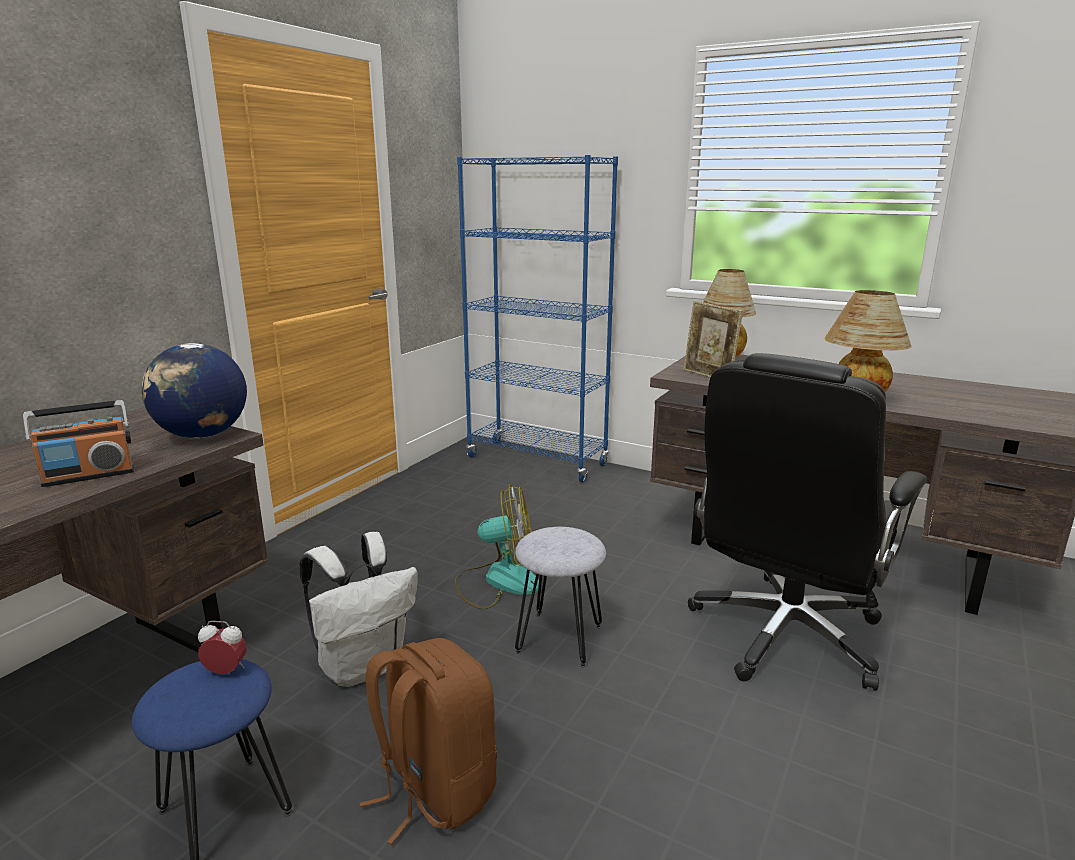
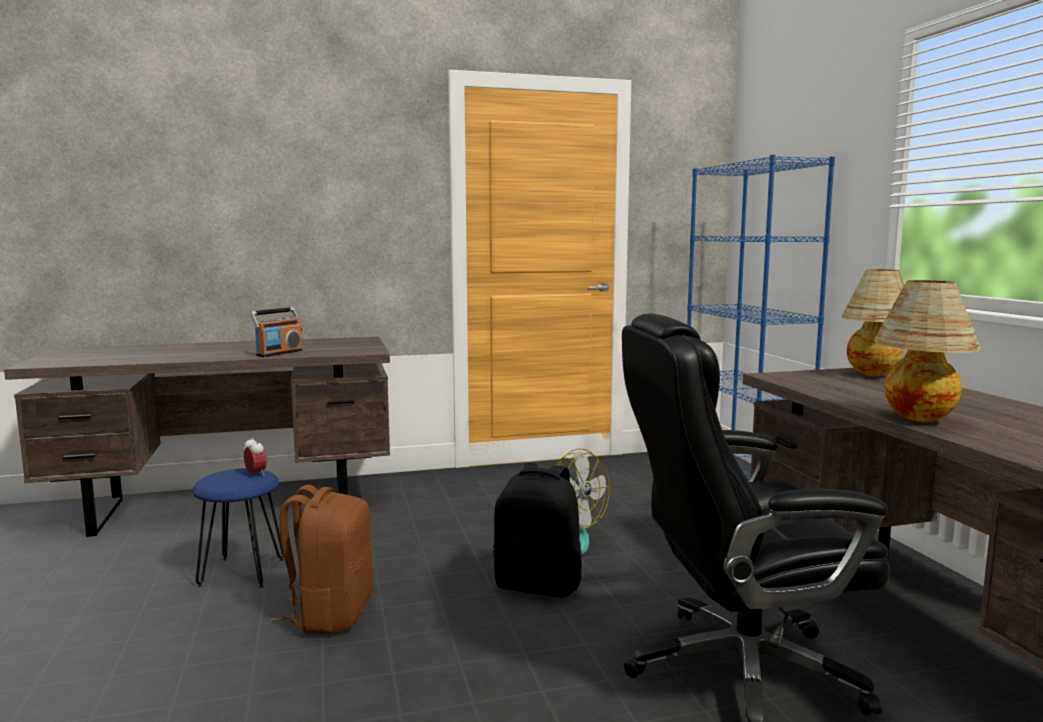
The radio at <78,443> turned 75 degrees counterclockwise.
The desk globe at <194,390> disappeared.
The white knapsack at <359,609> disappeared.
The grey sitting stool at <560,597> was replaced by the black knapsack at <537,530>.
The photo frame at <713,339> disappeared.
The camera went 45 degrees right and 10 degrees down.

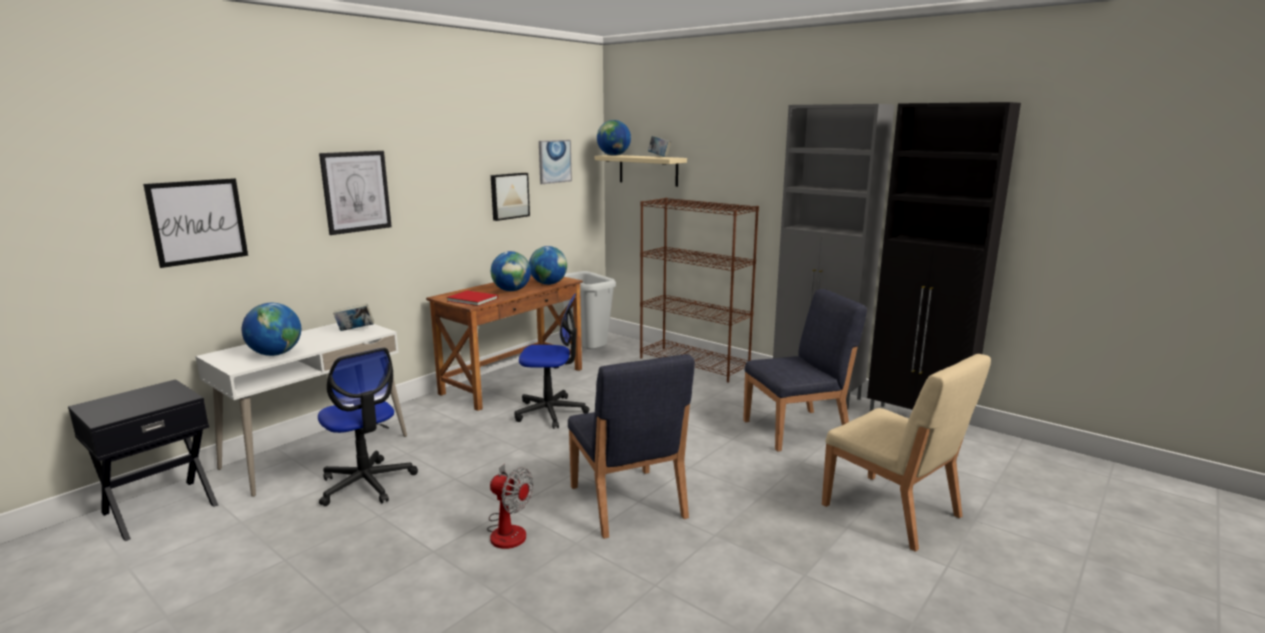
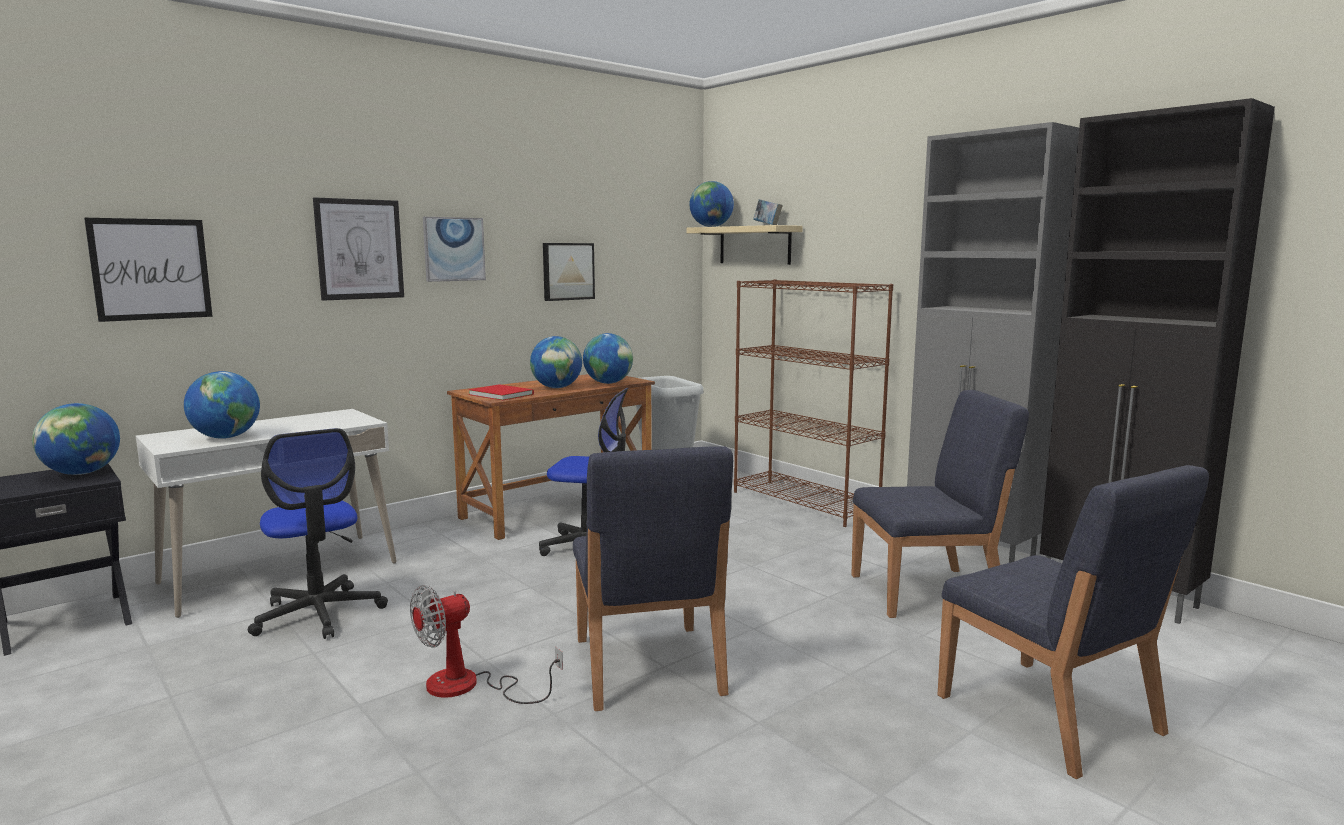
The volume at <353,317> disappeared.
The cooling fan at <510,506> turned 105 degrees clockwise.
The picture moved from <555,162> to <454,249>.
The beige chair at <906,453> became the bluish chair at <1073,622>.
The desk globe at <76,439> appeared.
The camera went 10 degrees right and 5 degrees down.

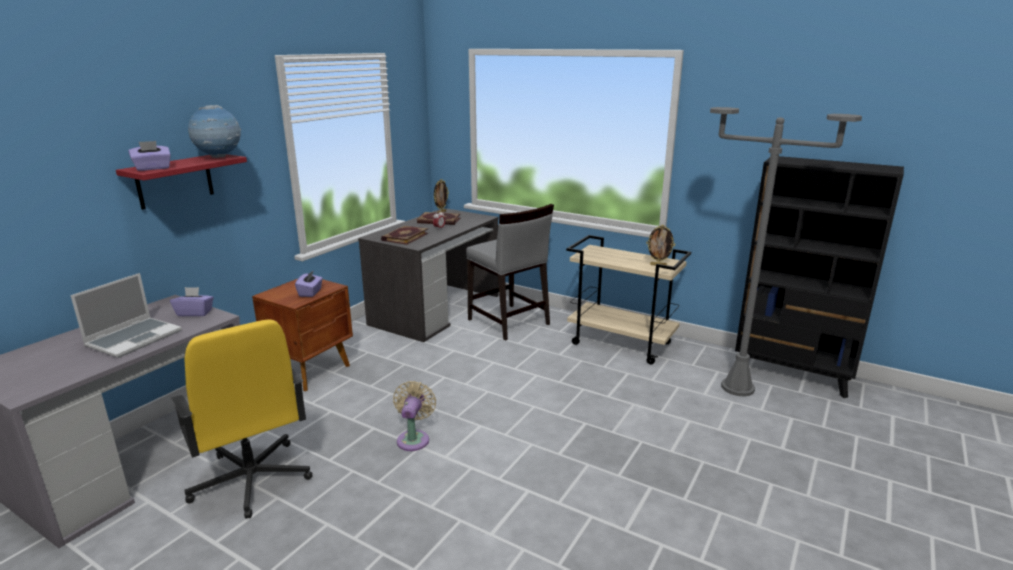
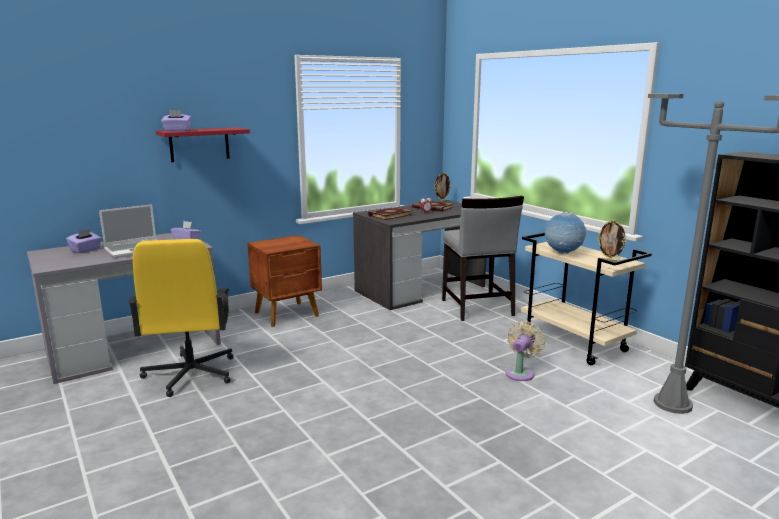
The desk globe moved from <214,131> to <565,233>.
The purple tissue holder moved from <309,283> to <84,241>.
The beige cooling fan moved from <414,416> to <525,351>.
The camera went 25 degrees right and 5 degrees down.

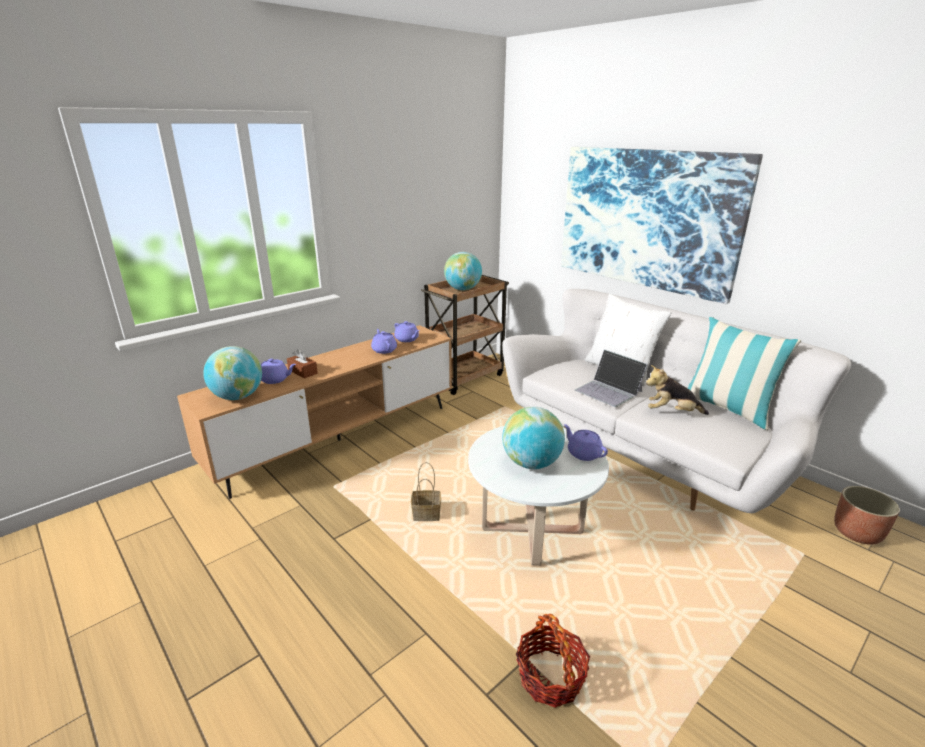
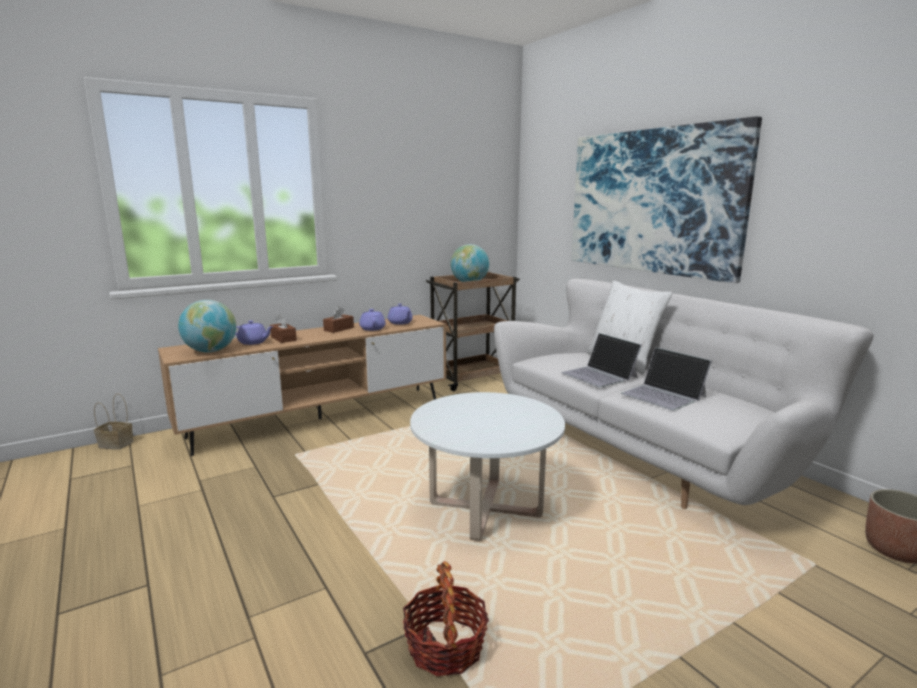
The storage basket moved from <426,491> to <113,421>.
The desk globe at <533,438> disappeared.
The purple teapot at <586,442> disappeared.
The cuddly toy at <677,390> was replaced by the portable computer at <666,379>.
The cushion at <744,373> disappeared.
The brownish tissue holder at <338,319> appeared.
The camera went 10 degrees right and 10 degrees down.

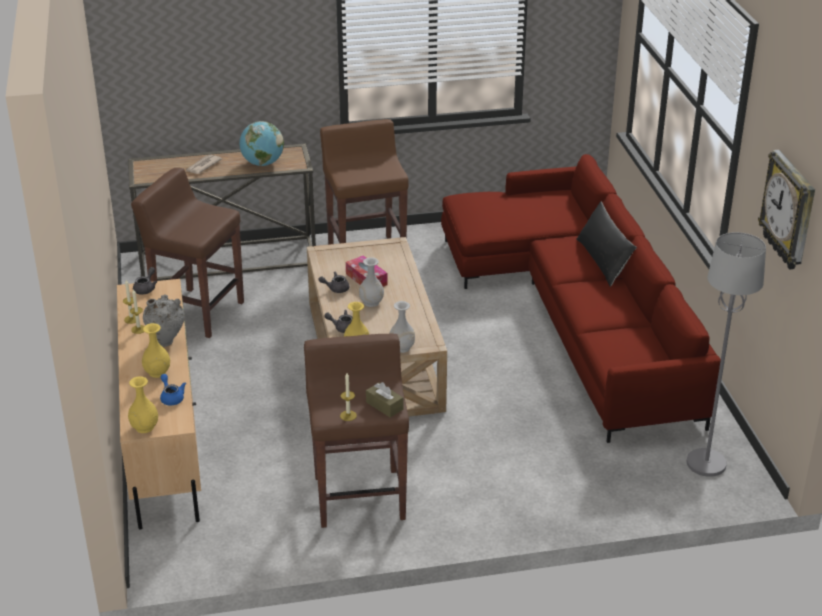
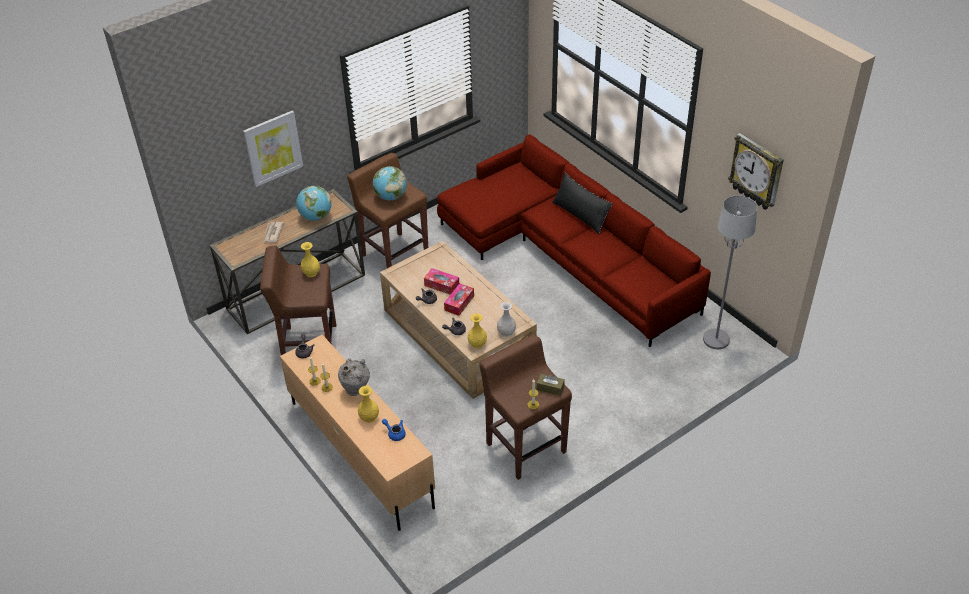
The yellow-coloured decorative vase moved from <143,404> to <310,259>.
The white decorative vase at <371,282> was replaced by the tissue holder at <459,299>.
The picture at <273,148> appeared.
The desk globe at <390,183> appeared.
The camera went 25 degrees left and 10 degrees up.

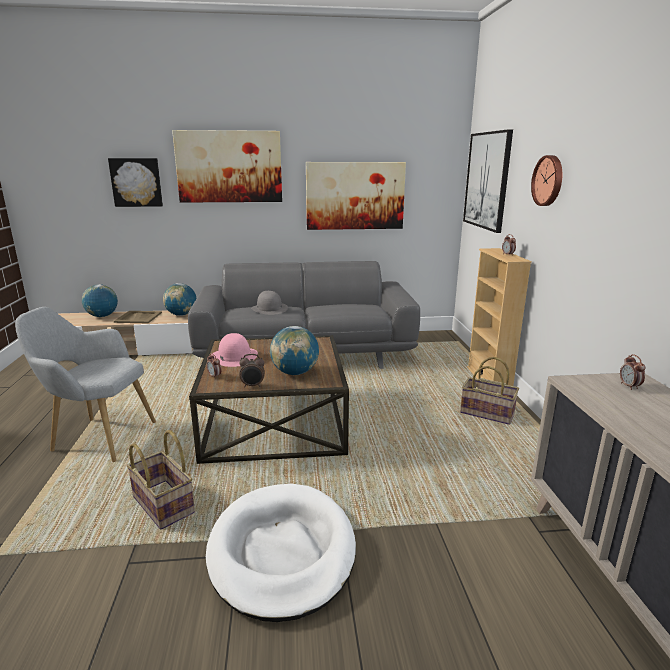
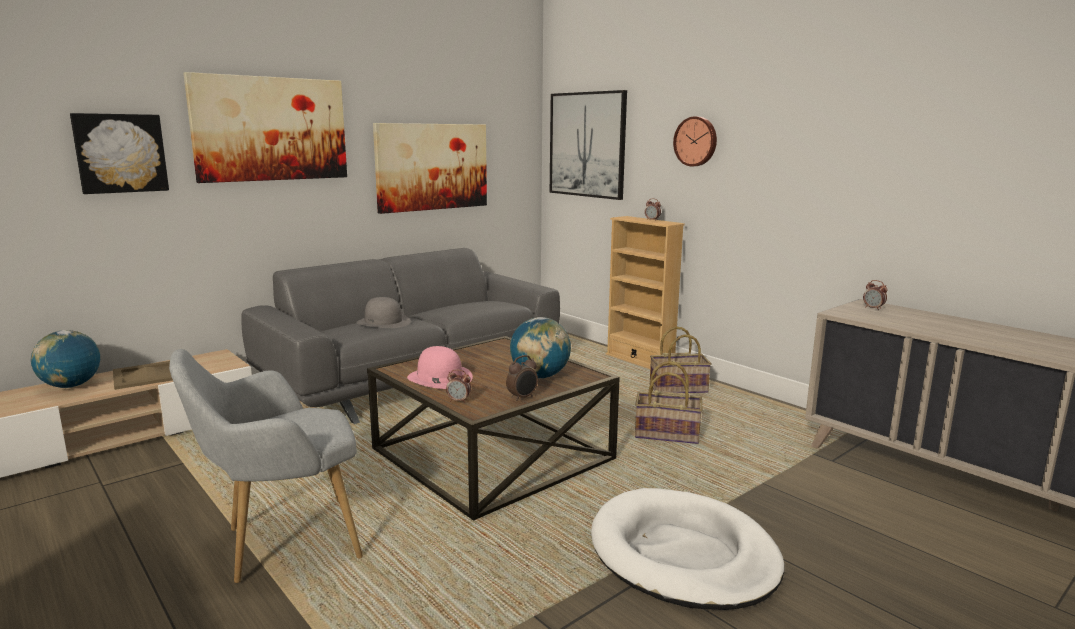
The storage basket moved from <161,479> to <669,402>.
The desk globe at <180,299> disappeared.
The camera went 35 degrees left and 5 degrees down.

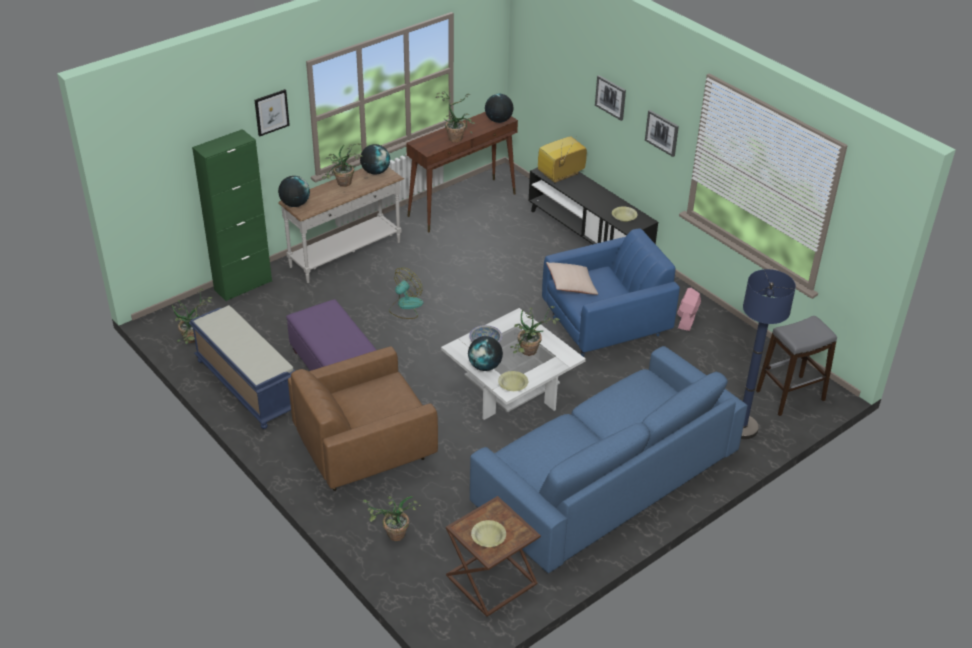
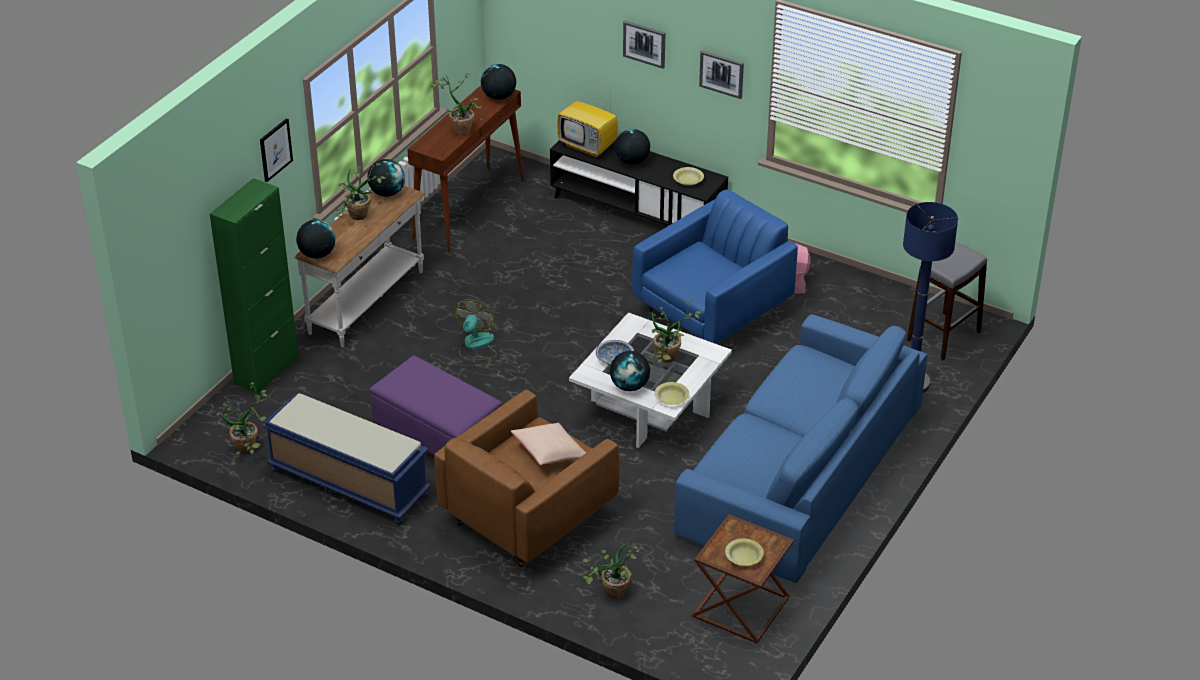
The TV set at <562,159> turned 90 degrees counterclockwise.
The beige cushion moved from <572,278> to <548,444>.
The desk globe at <632,147> appeared.
The camera went 20 degrees left and 0 degrees up.

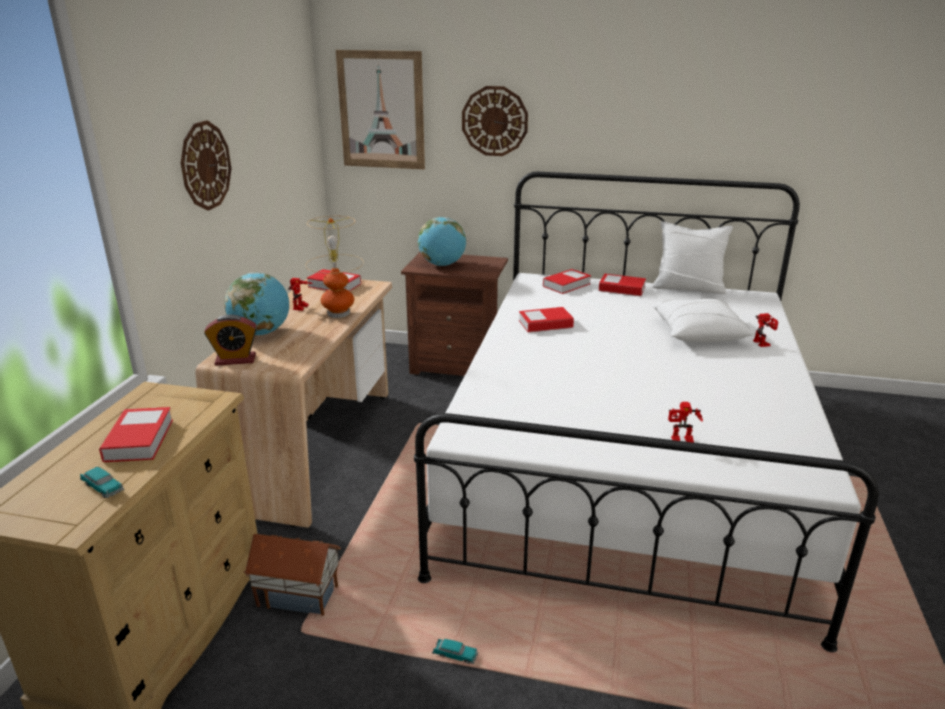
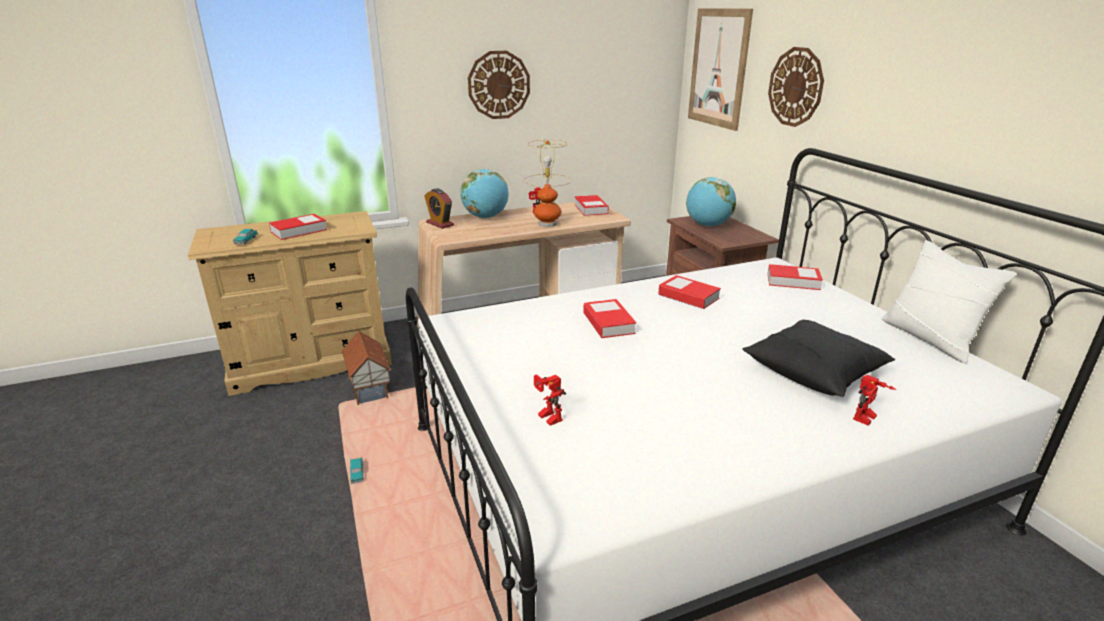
The volume moved from <622,285> to <609,318>.
The white cushion at <703,320> became the black cushion at <818,358>.
The camera went 55 degrees right and 0 degrees up.

